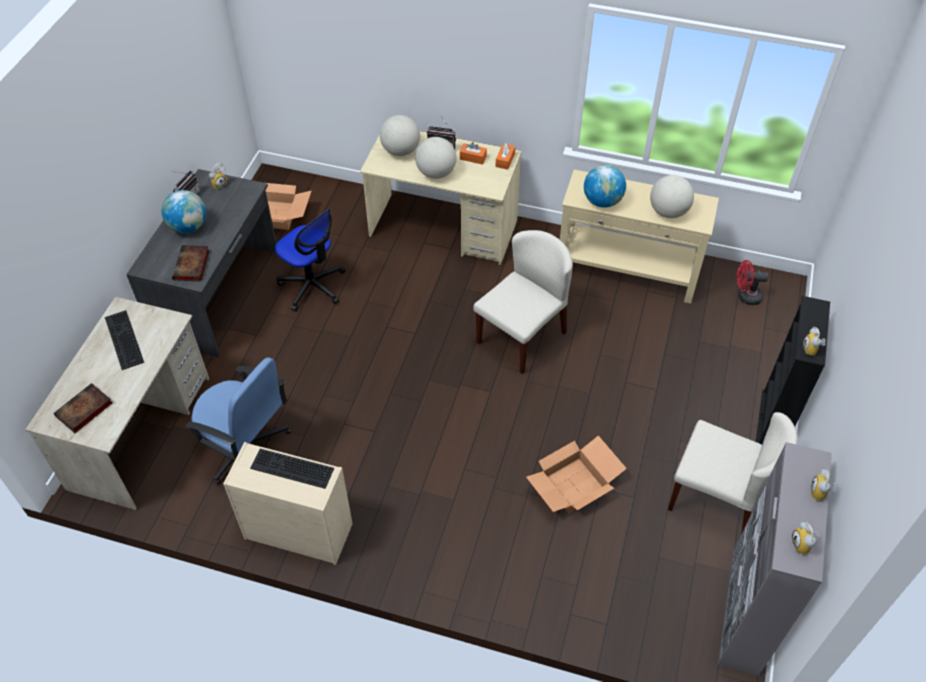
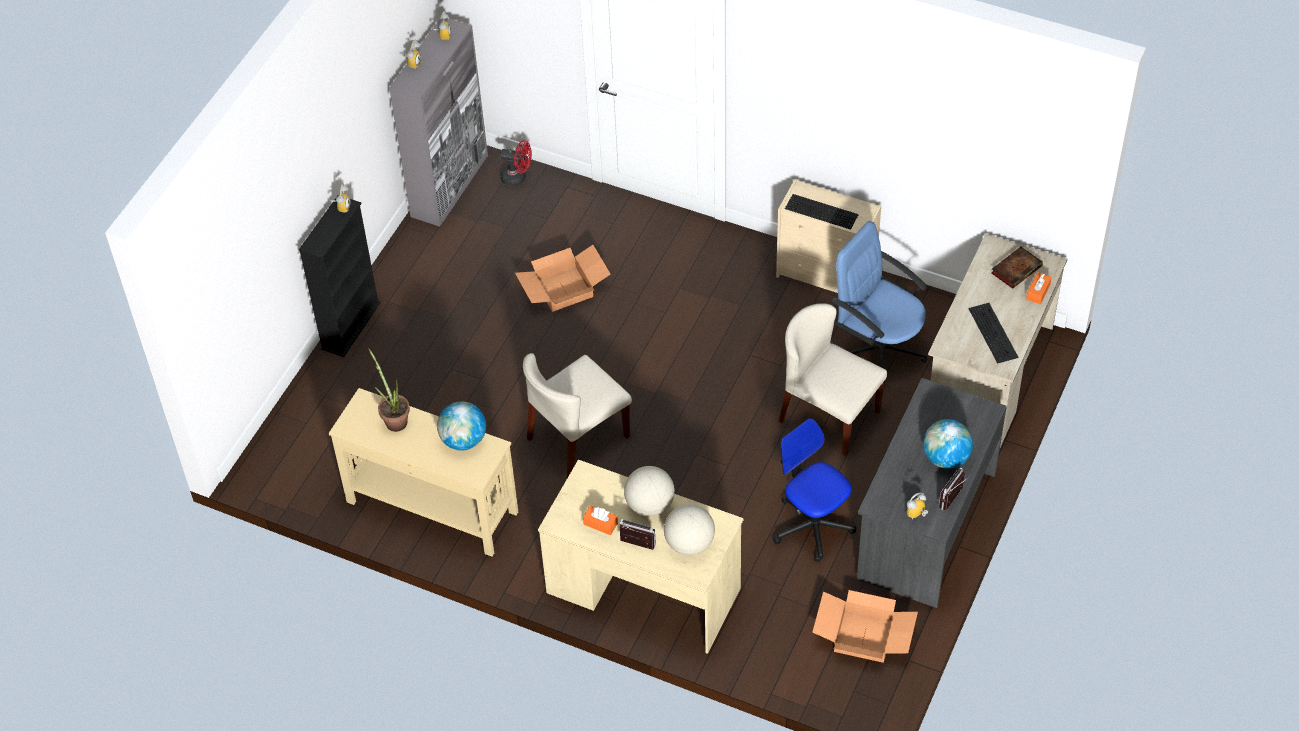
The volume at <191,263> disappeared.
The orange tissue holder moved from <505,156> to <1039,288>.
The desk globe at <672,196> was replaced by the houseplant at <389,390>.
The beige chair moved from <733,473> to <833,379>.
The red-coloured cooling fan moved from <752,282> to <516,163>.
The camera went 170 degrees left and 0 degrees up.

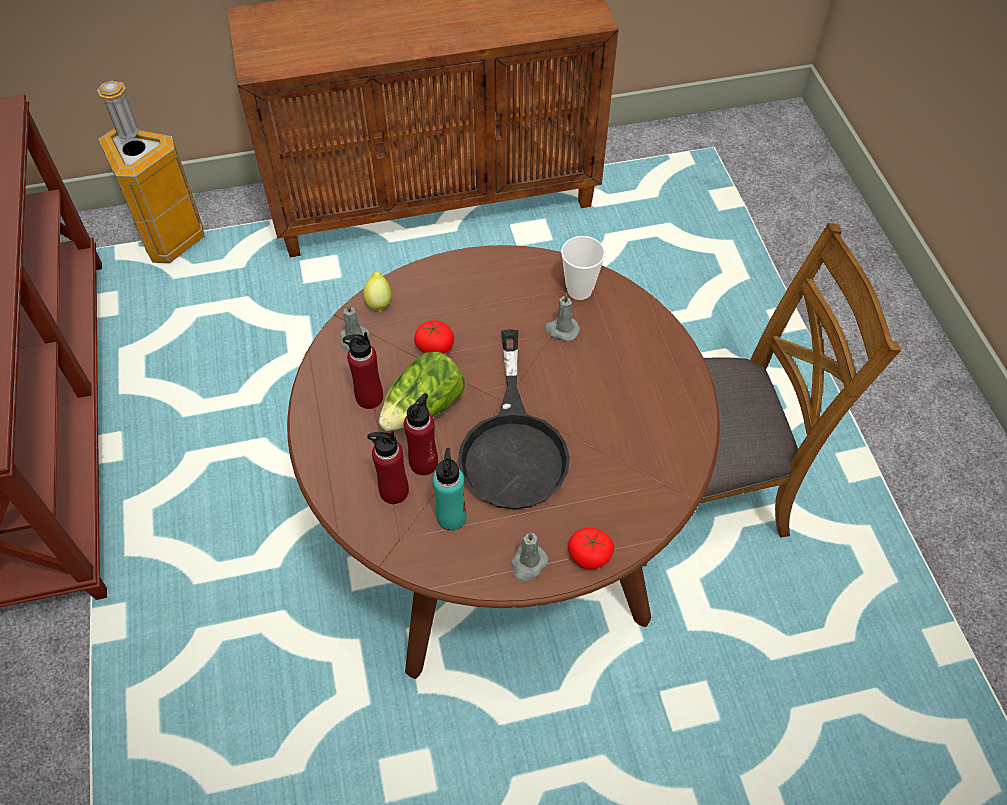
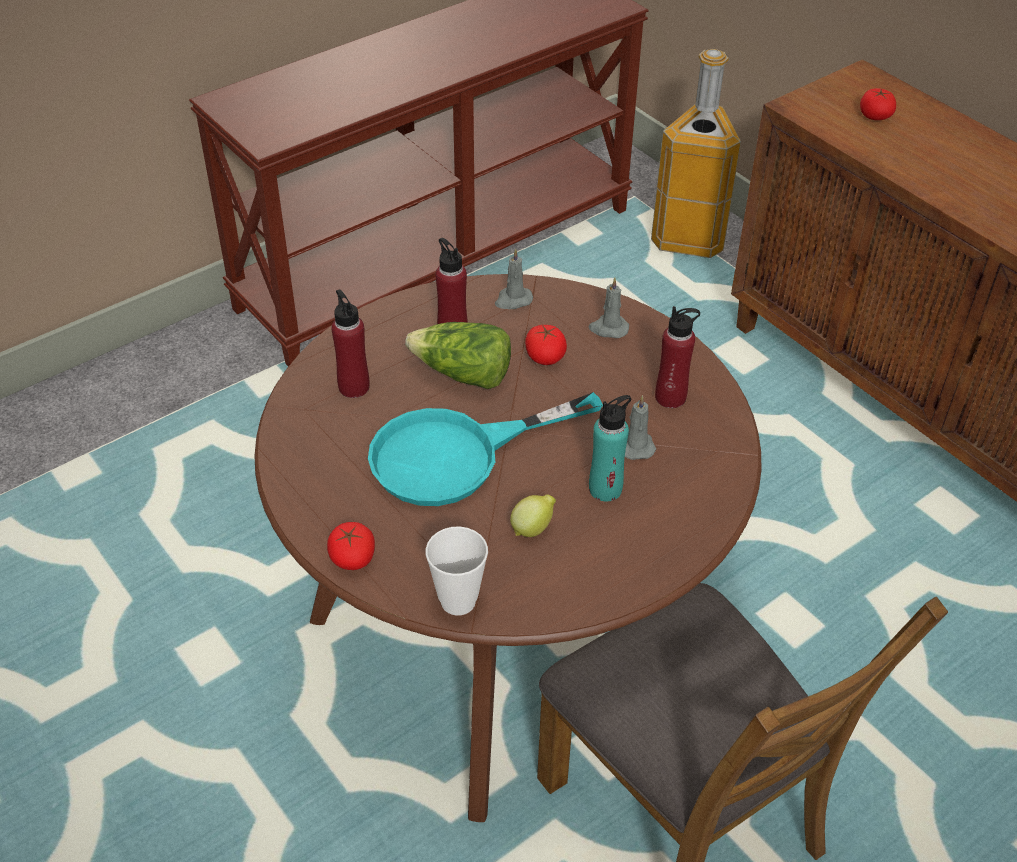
The citrus fruit moved from <377,291> to <533,515>.
The red-coloured bottle moved from <421,434> to <677,357>.
The turquoise bottle moved from <449,489> to <610,448>.
The black pan at <514,419> became the turquoise pan at <485,449>.
The grey wax light moved from <529,557> to <608,307>.
The small cup moved from <583,268> to <456,571>.
The whole tomato at <878,104> appeared.
The camera went 65 degrees right and 10 degrees down.

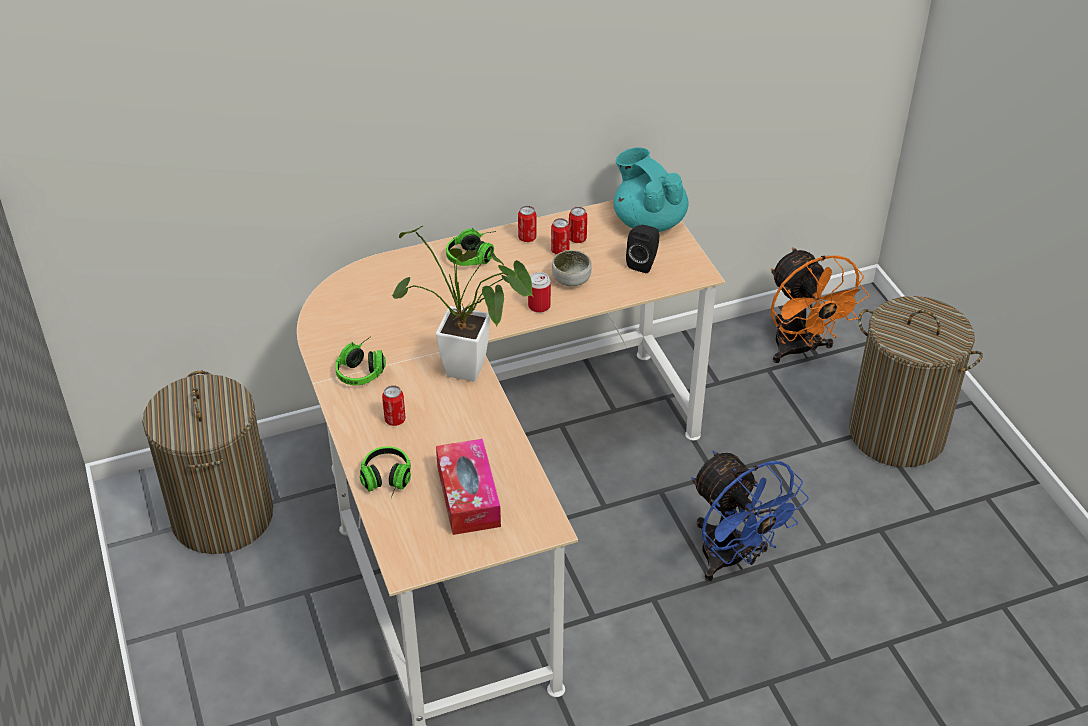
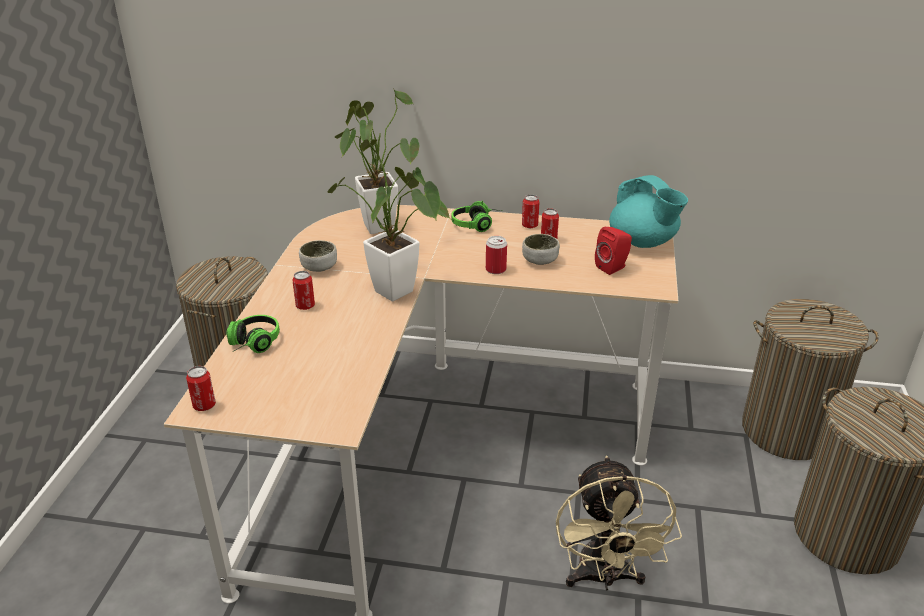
The headphones at <360,360> was replaced by the deep dish at <318,256>.
The tissue holder at <468,487> disappeared.
The sealed can moved from <578,225> to <201,388>.
The turquoise teapot at <651,189> turned 150 degrees clockwise.
The black speaker at <642,249> became the red-coloured speaker at <613,251>.
The bluish cooling fan at <750,516> became the beige cooling fan at <619,523>.
The orange cooling fan at <820,305> was replaced by the hamper at <810,379>.
The houseplant at <377,161> appeared.
The camera went 30 degrees right and 10 degrees down.

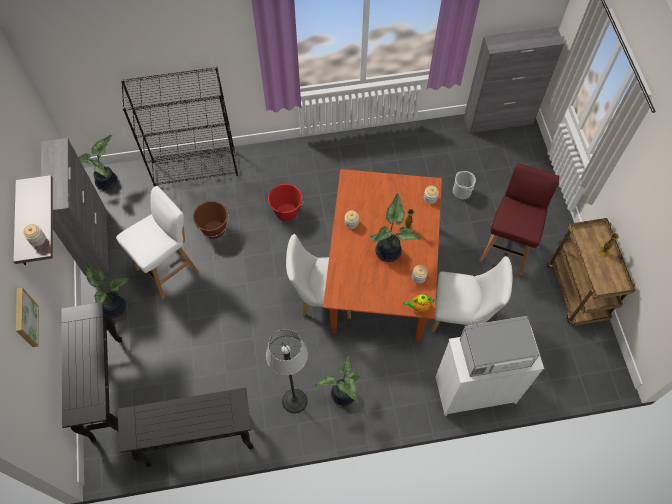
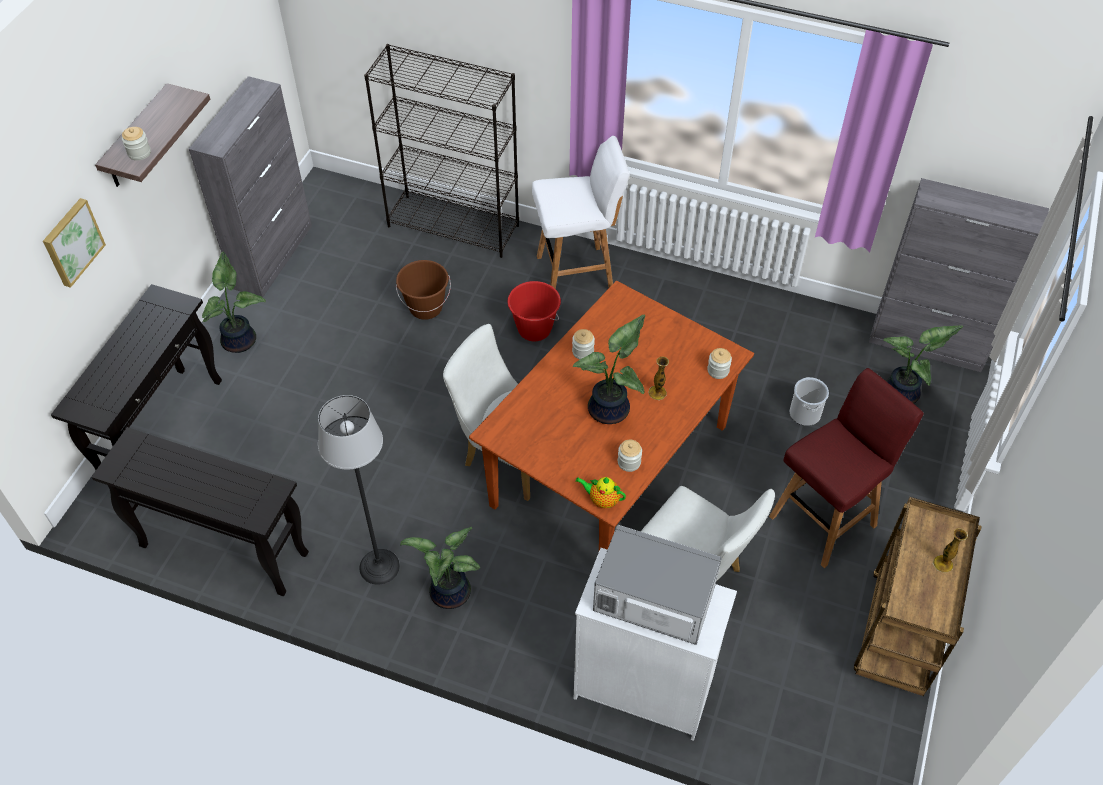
The houseplant moved from <97,162> to <923,364>.
The white sitting stool moved from <157,243> to <581,212>.
The camera went 30 degrees right and 10 degrees down.

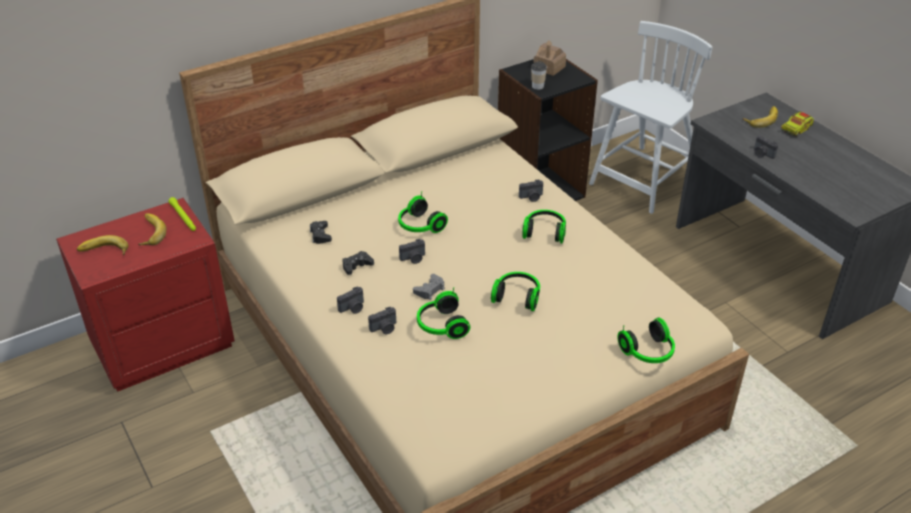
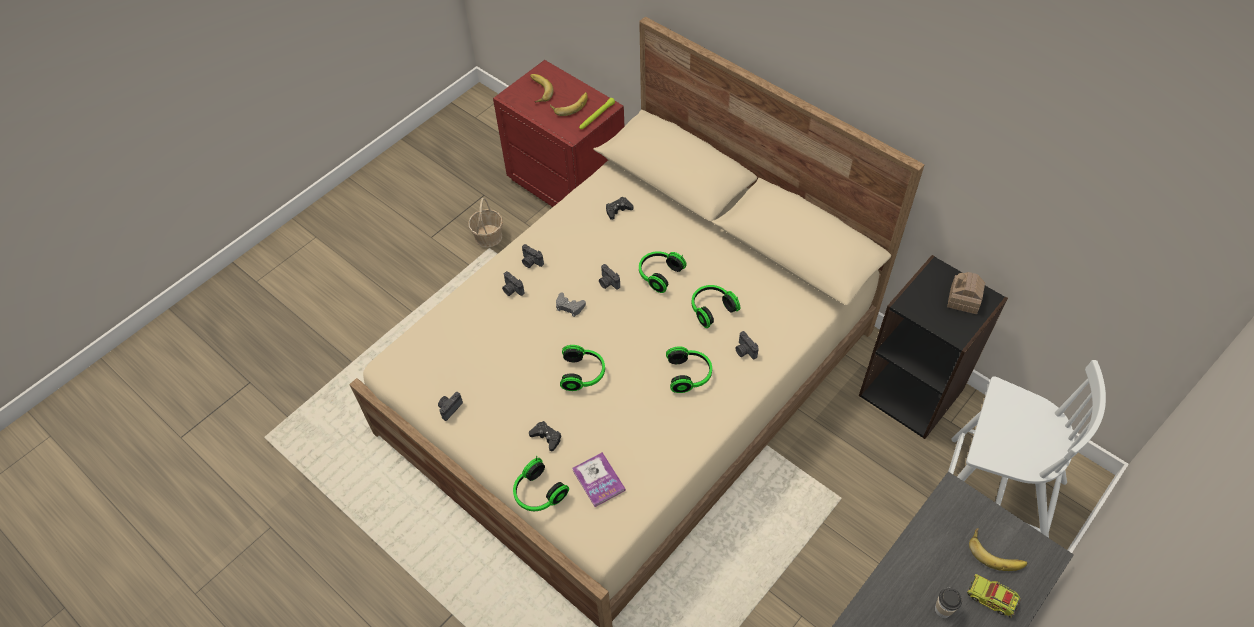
The black joypad moved from <358,263> to <545,436>.
The headphones moved from <443,313> to <716,306>.
The small cup moved from <539,75> to <948,602>.
The photo camera moved from <766,147> to <450,406>.
The storage basket at <485,223> appeared.
The volume at <599,479> appeared.
The camera went 75 degrees right and 15 degrees up.

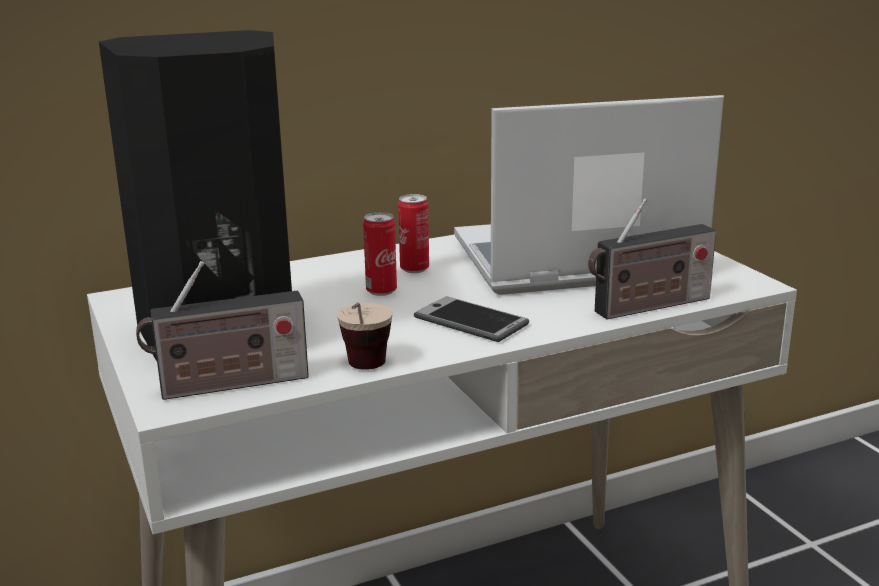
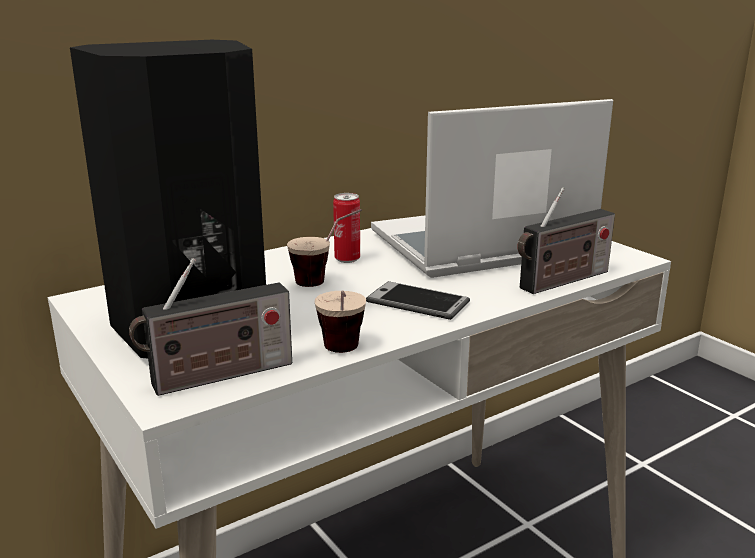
The sealed can at <380,254> was replaced by the small cup at <324,248>.
The camera went 10 degrees left and 0 degrees up.

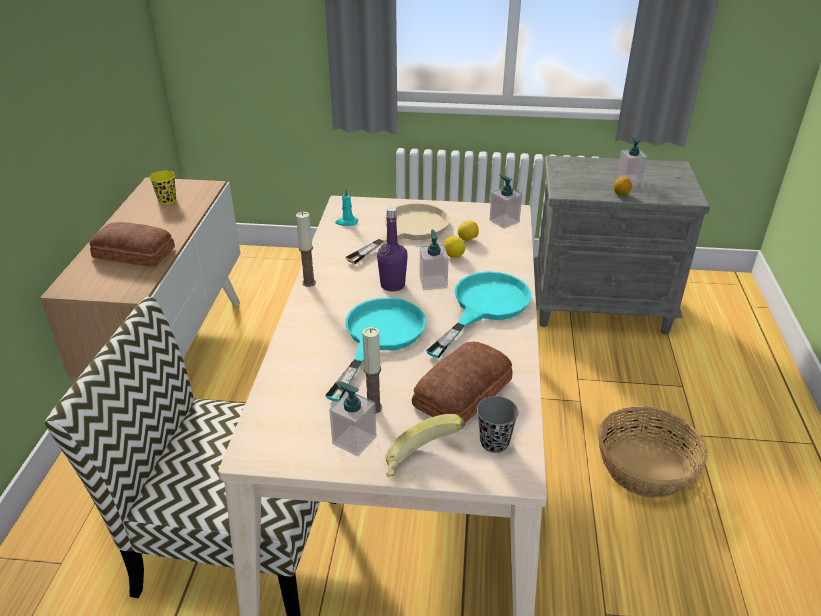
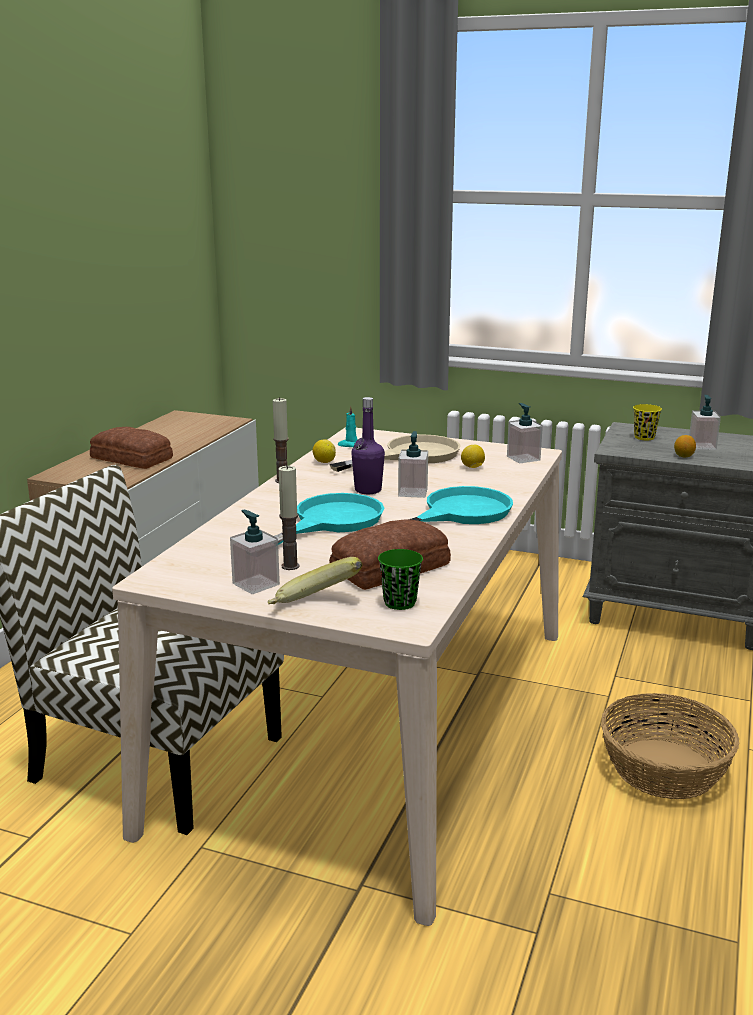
The yellow-coloured small cup moved from <163,187> to <647,422>.
The citrus fruit moved from <455,247> to <324,451>.
The grey small cup at <497,424> became the greenish small cup at <400,579>.
The camera went 15 degrees right and 15 degrees down.

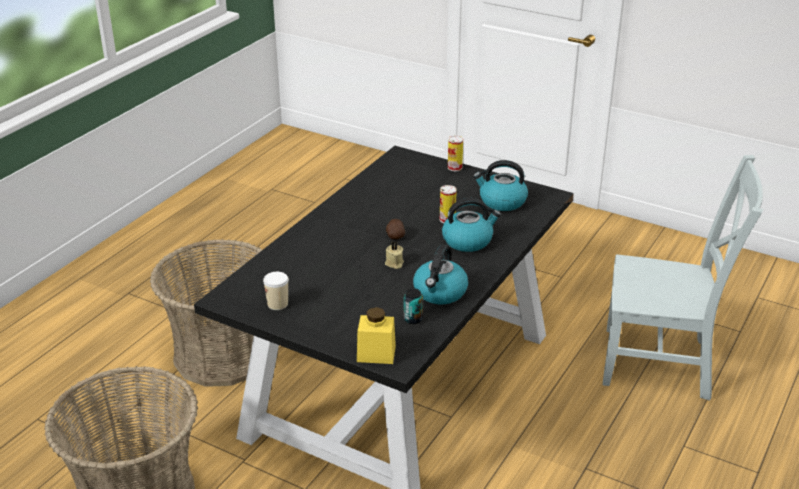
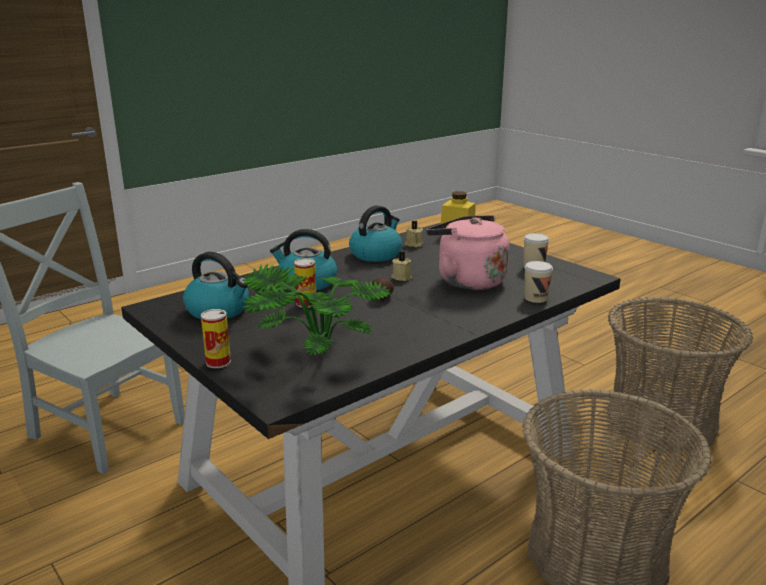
The sealed can at <413,306> was replaced by the beige wax light at <414,234>.
The houseplant at <317,310> appeared.
The pink-coloured tea kettle at <468,252> appeared.
The small cup at <539,282> appeared.
The camera went 160 degrees left and 10 degrees down.

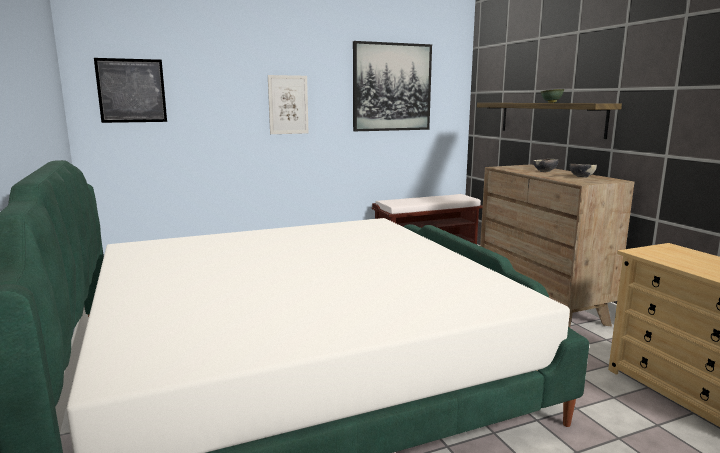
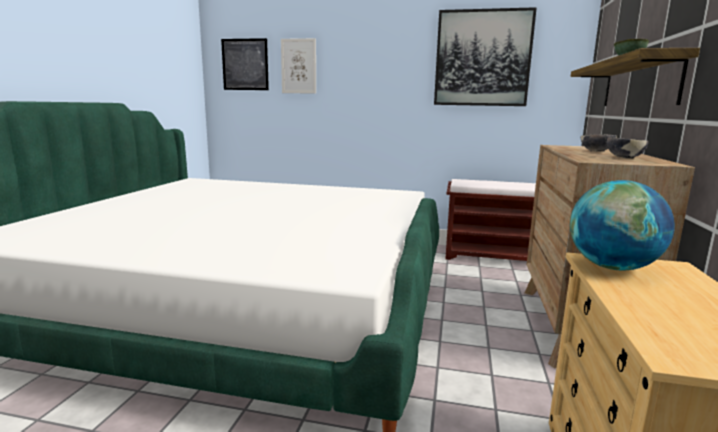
The picture moved from <288,104> to <298,66>.
The desk globe at <622,225> appeared.
The camera went 35 degrees right and 0 degrees up.

